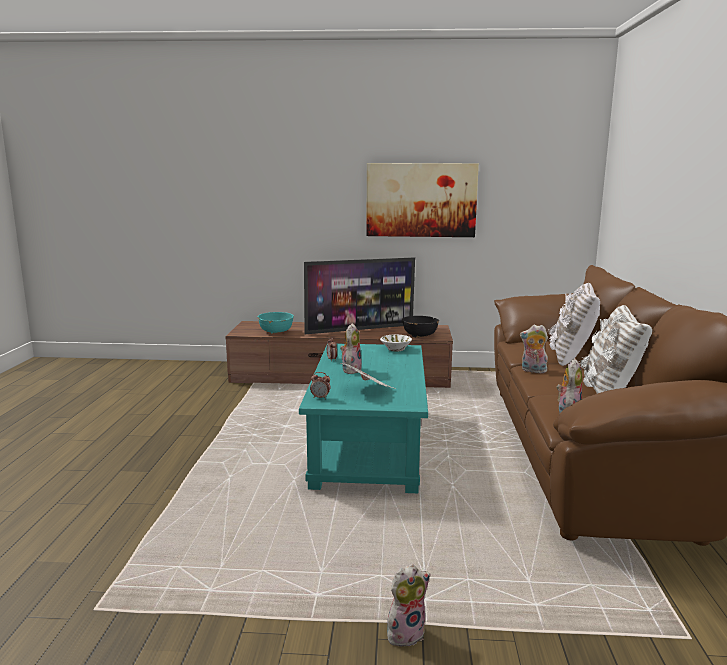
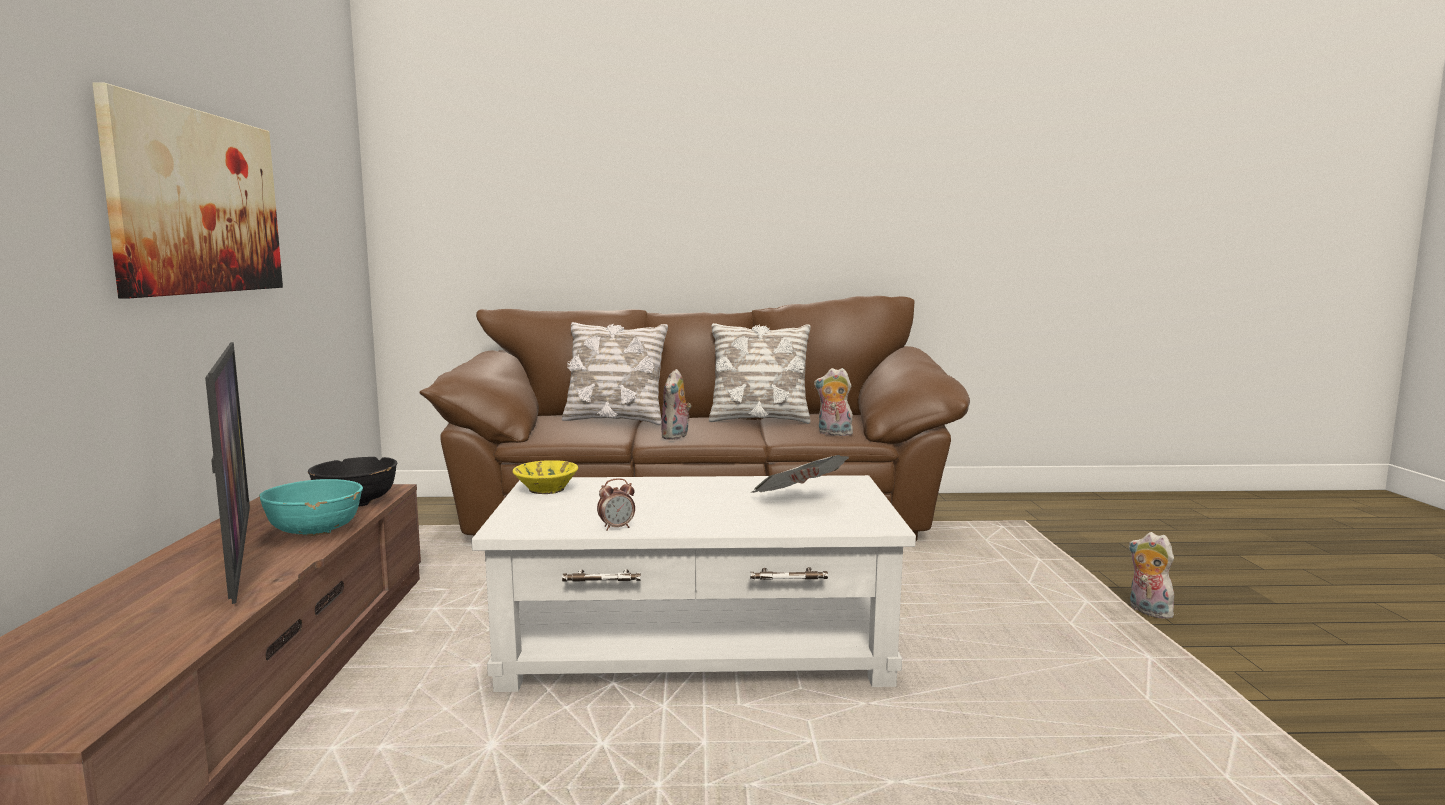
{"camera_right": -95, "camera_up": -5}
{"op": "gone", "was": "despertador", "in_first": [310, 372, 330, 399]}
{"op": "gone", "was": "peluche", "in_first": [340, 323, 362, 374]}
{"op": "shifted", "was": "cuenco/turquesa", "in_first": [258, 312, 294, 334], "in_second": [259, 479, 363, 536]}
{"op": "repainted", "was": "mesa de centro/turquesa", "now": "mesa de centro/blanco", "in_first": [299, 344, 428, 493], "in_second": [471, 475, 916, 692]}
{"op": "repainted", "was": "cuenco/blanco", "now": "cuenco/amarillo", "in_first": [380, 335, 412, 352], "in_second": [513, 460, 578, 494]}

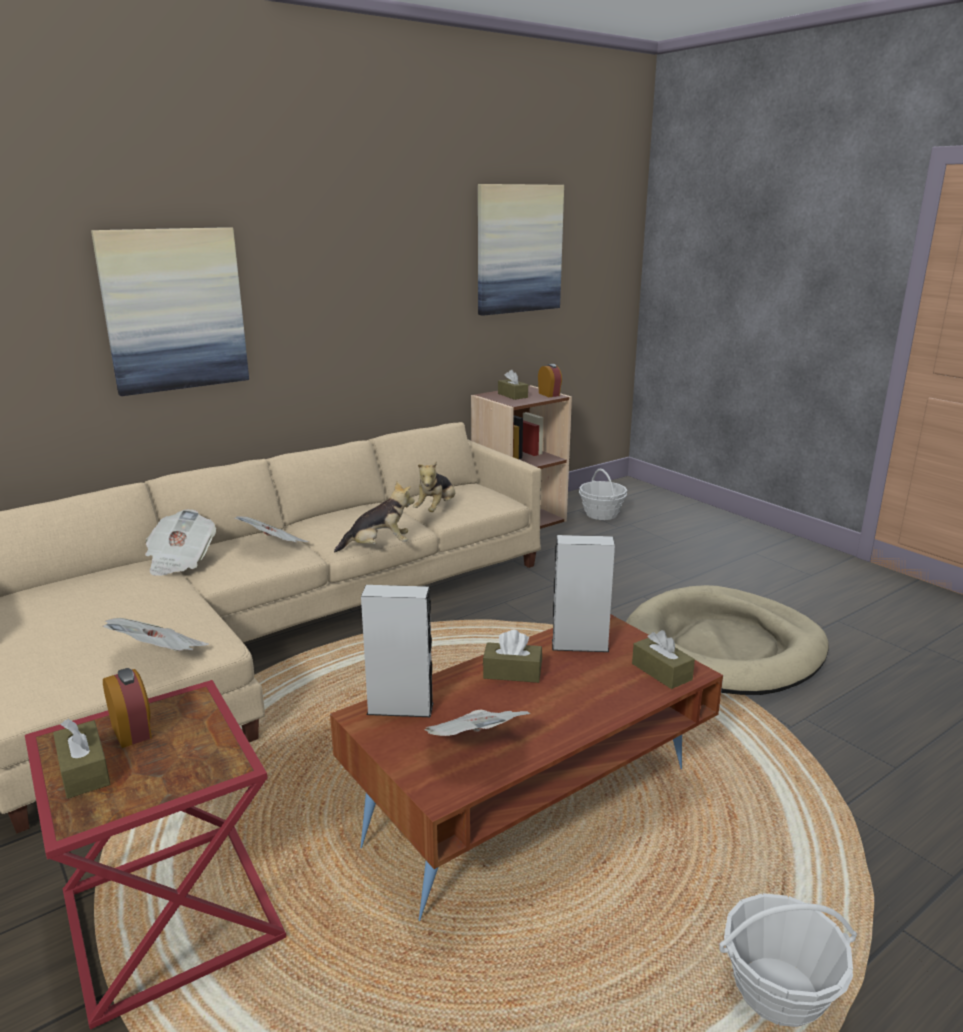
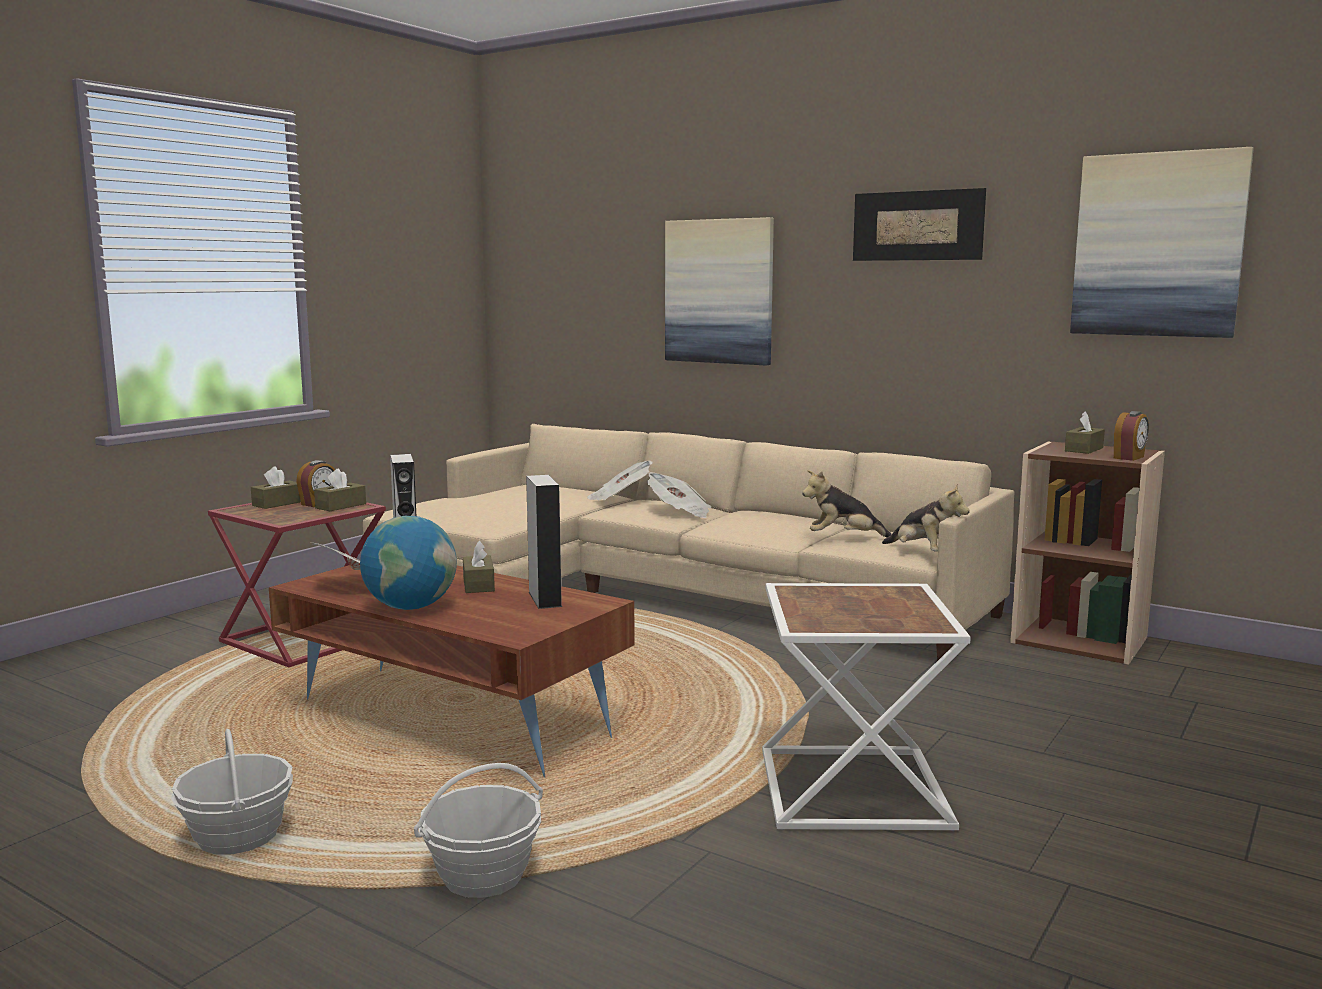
{"camera_right": 70, "camera_up": -10}
{"op": "gone", "was": "periódico", "in_first": [102, 618, 209, 651]}
{"op": "new", "now": "globo terráqueo", "in_second": [360, 516, 457, 610]}
{"op": "new", "now": "cuadro", "in_second": [853, 188, 986, 261]}
{"op": "shifted", "was": "peluche", "in_first": [334, 481, 415, 553], "in_second": [882, 483, 970, 552]}
{"op": "shifted", "was": "cesta", "in_first": [579, 469, 627, 520], "in_second": [414, 763, 543, 898]}
{"op": "shifted", "was": "caja de pañuelos/marrón", "in_first": [632, 630, 695, 689], "in_second": [314, 468, 366, 511]}
{"op": "swapped", "was": "cama para perro/beis", "now": "mesa auxiliar/blanco", "in_first": [626, 585, 829, 695], "in_second": [762, 583, 971, 831]}

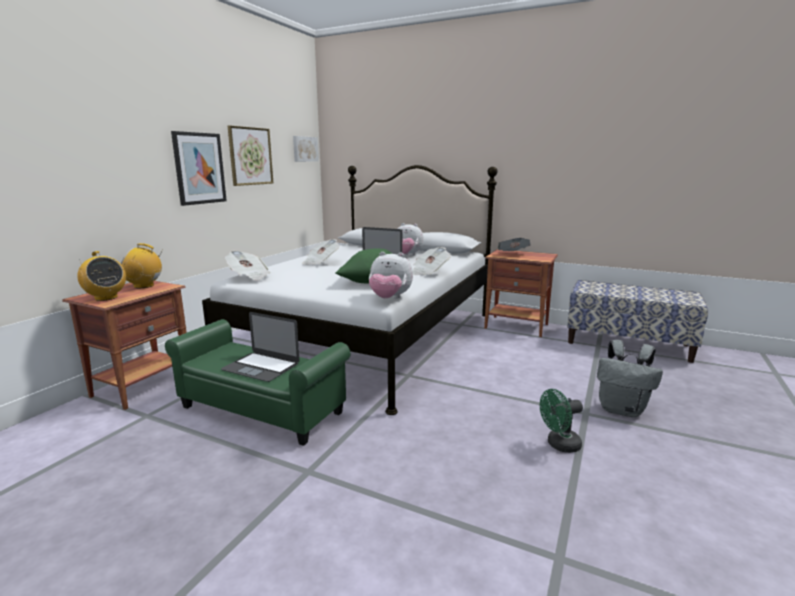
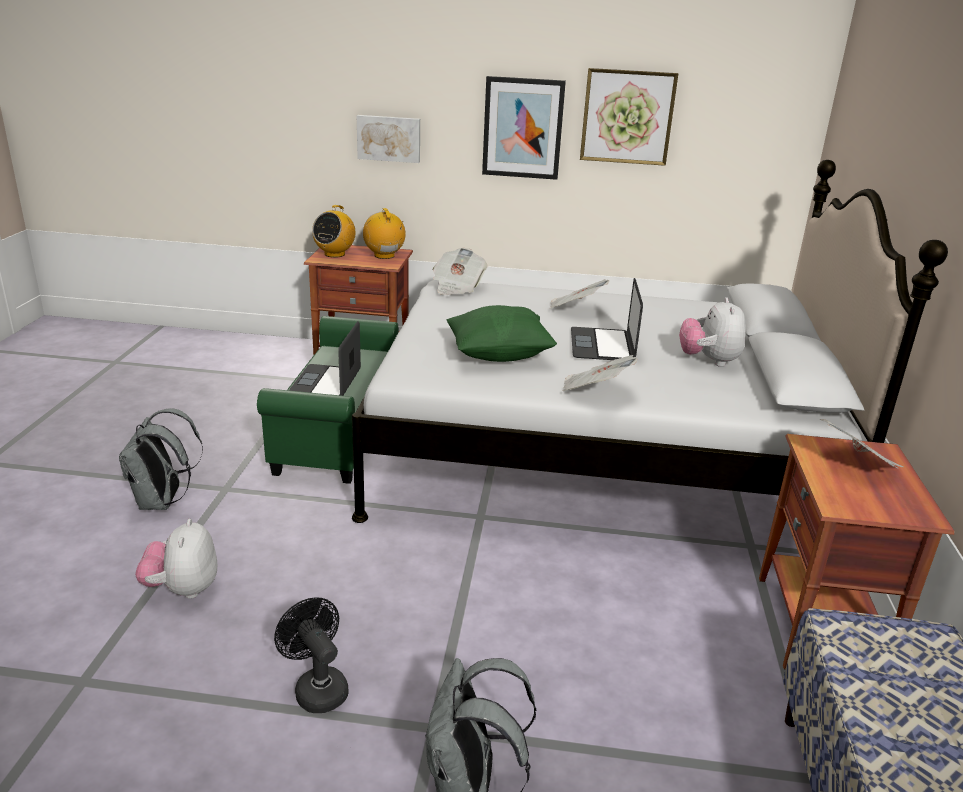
{"camera_right": 70, "camera_up": 10}
{"op": "new", "now": "mochila/gris", "in_second": [119, 408, 203, 510]}
{"op": "shifted", "was": "cuadro", "in_first": [293, 136, 319, 162], "in_second": [357, 115, 420, 163]}
{"op": "shifted", "was": "peluche", "in_first": [369, 252, 413, 298], "in_second": [135, 519, 217, 599]}
{"op": "repainted", "was": "ventilador/verde", "now": "ventilador/negro", "in_first": [540, 389, 583, 453], "in_second": [274, 598, 349, 713]}

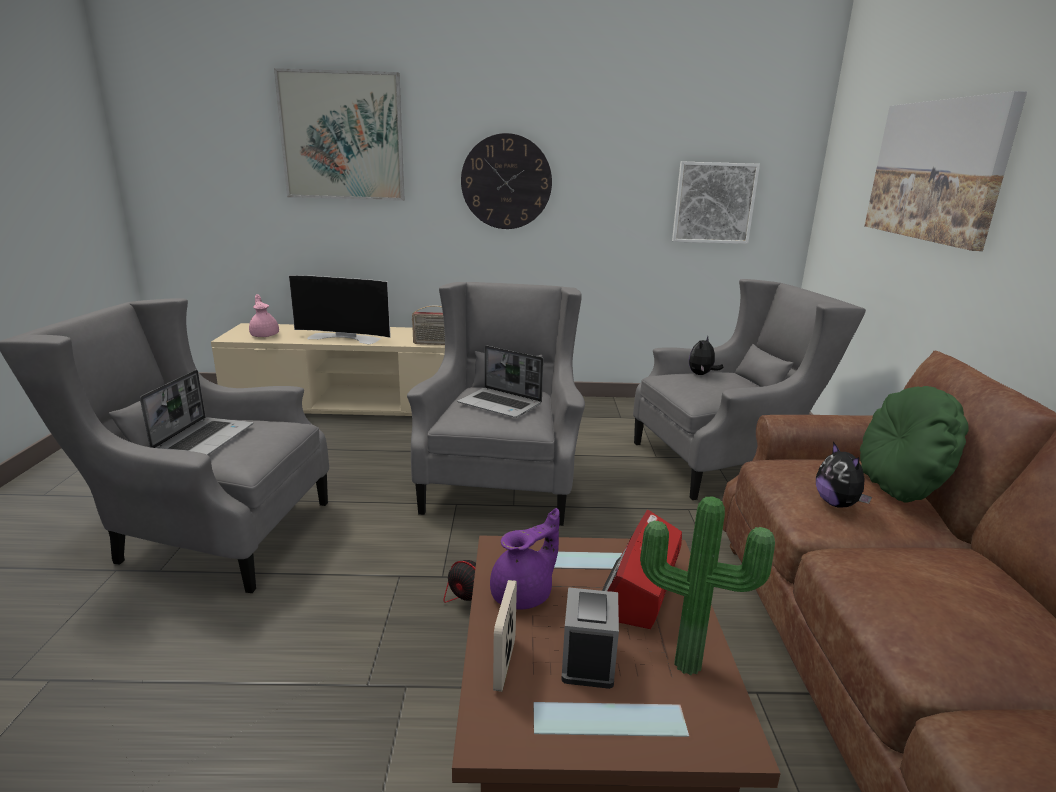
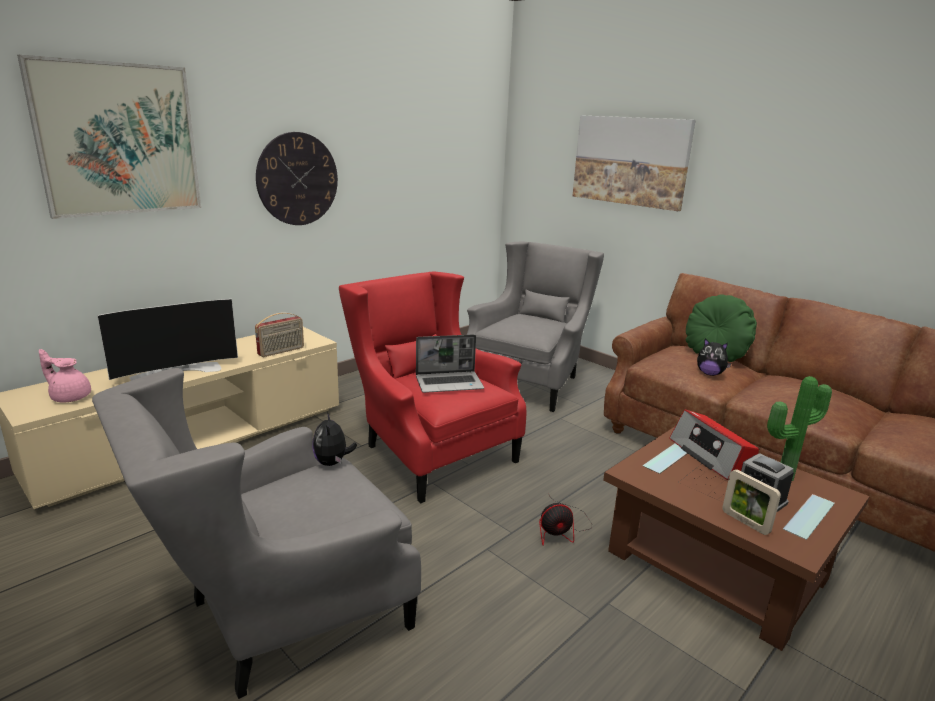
{"camera_right": -45, "camera_up": 0}
{"op": "gone", "was": "portátil", "in_first": [140, 370, 253, 455]}
{"op": "gone", "was": "tetera/morado", "in_first": [490, 508, 559, 610]}
{"op": "gone", "was": "cuadro", "in_first": [672, 161, 760, 244]}
{"op": "shifted", "was": "peluche", "in_first": [689, 336, 724, 375], "in_second": [312, 412, 357, 466]}
{"op": "repainted", "was": "sillón/gris", "now": "sillón/rojo", "in_first": [407, 282, 585, 526], "in_second": [339, 272, 526, 503]}

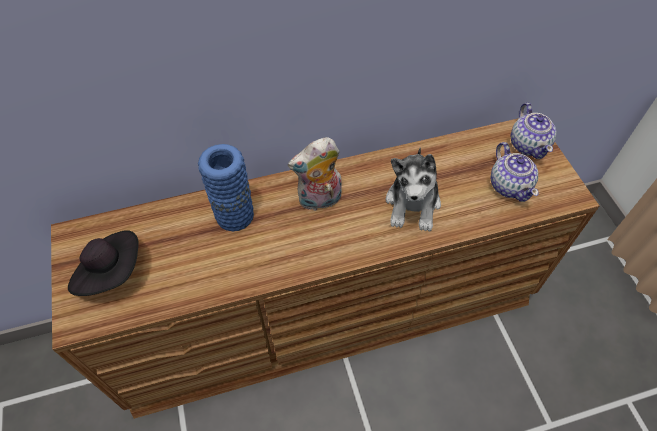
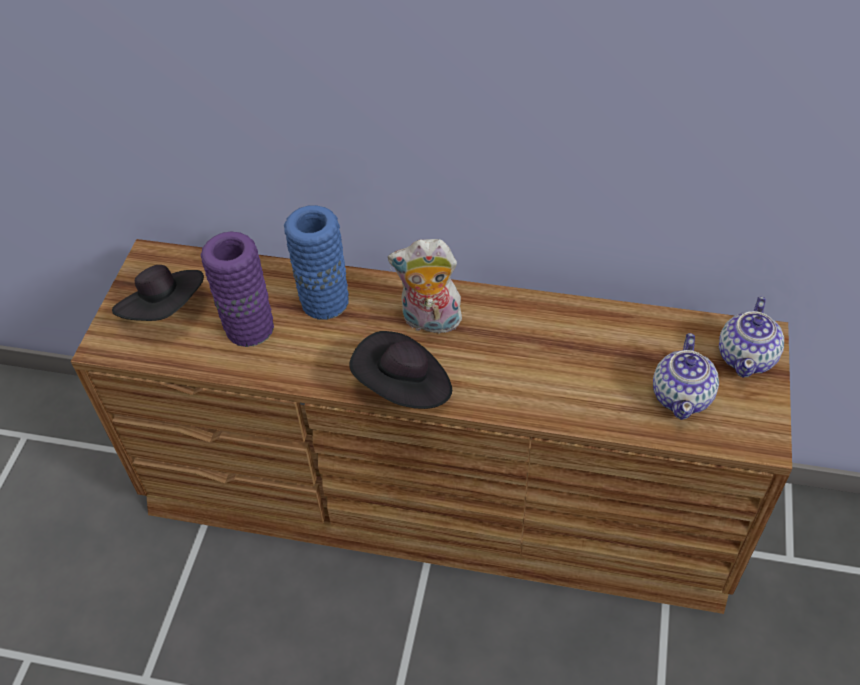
{"camera_right": 30, "camera_up": -5}
{"op": "gone", "was": "peluche", "in_first": [386, 147, 441, 232]}
{"op": "new", "now": "florero/morado", "in_second": [201, 231, 274, 347]}
{"op": "new", "now": "sombrero/negro", "in_second": [349, 331, 452, 409]}

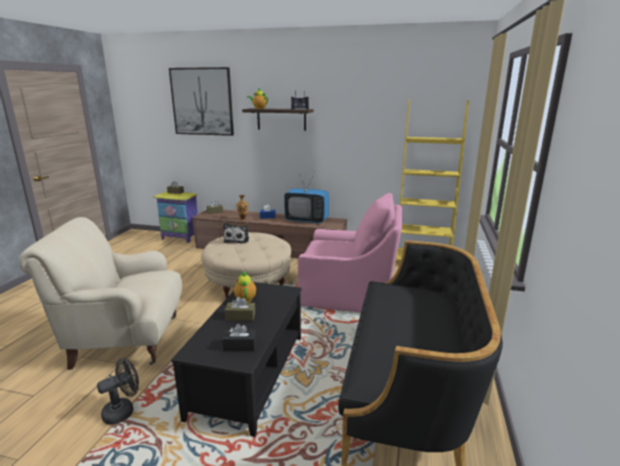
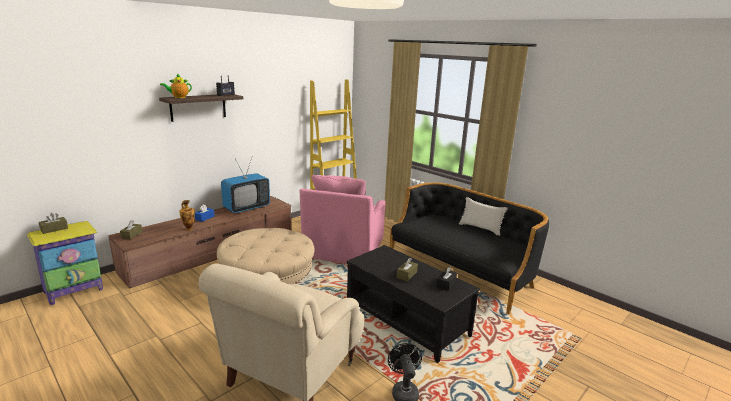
{"camera_right": -60, "camera_up": 0}
{"op": "gone", "was": "cuadro", "in_first": [169, 67, 234, 136]}
{"op": "gone", "was": "peluche", "in_first": [223, 223, 249, 244]}
{"op": "gone", "was": "tetera", "in_first": [234, 271, 256, 303]}
{"op": "new", "now": "cojín/blanco", "in_second": [459, 197, 508, 236]}
{"op": "rotated", "was": "sillón/rosa", "in_first": [298, 193, 402, 313], "in_second": [299, 175, 386, 264], "clockwise": 150}

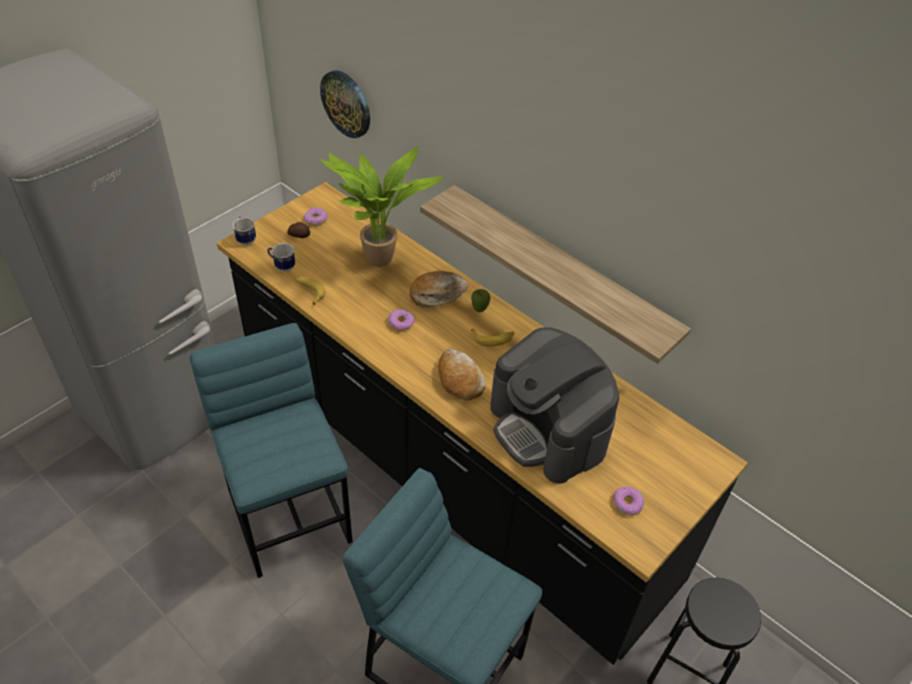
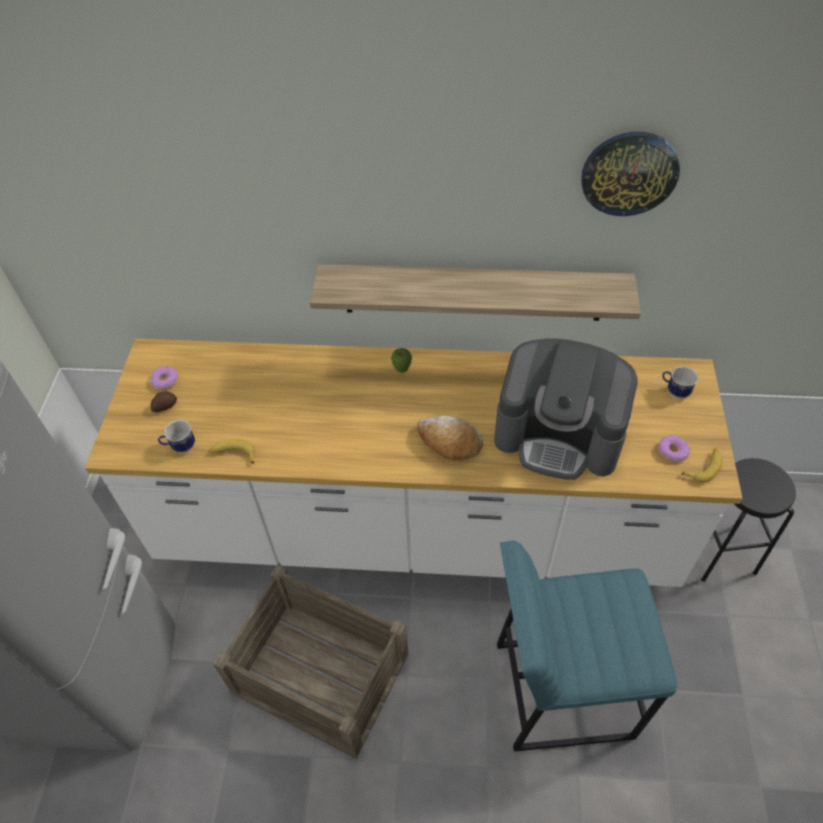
{"camera_right": -35, "camera_up": 5}
{"op": "gone", "was": "planta en maceta", "in_first": [321, 146, 443, 267]}
{"op": "gone", "was": "rosquilla", "in_first": [388, 309, 415, 331]}
{"op": "gone", "was": "pan", "in_first": [409, 271, 469, 307]}
{"op": "shifted", "was": "taza grande", "in_first": [232, 217, 256, 245], "in_second": [662, 366, 698, 399]}
{"op": "shifted", "was": "reloj de pared", "in_first": [320, 70, 370, 138], "in_second": [581, 132, 680, 216]}
{"op": "shifted", "was": "plátano", "in_first": [471, 329, 515, 347], "in_second": [681, 449, 723, 483]}
{"op": "swapped", "was": "taburete/azul", "now": "caja de embalaje", "in_first": [190, 323, 353, 578], "in_second": [213, 565, 408, 759]}
{"op": "repainted", "was": "mueble bajo de cocina/negro", "now": "mueble bajo de cocina/blanco", "in_first": [217, 182, 748, 665], "in_second": [85, 339, 743, 587]}

